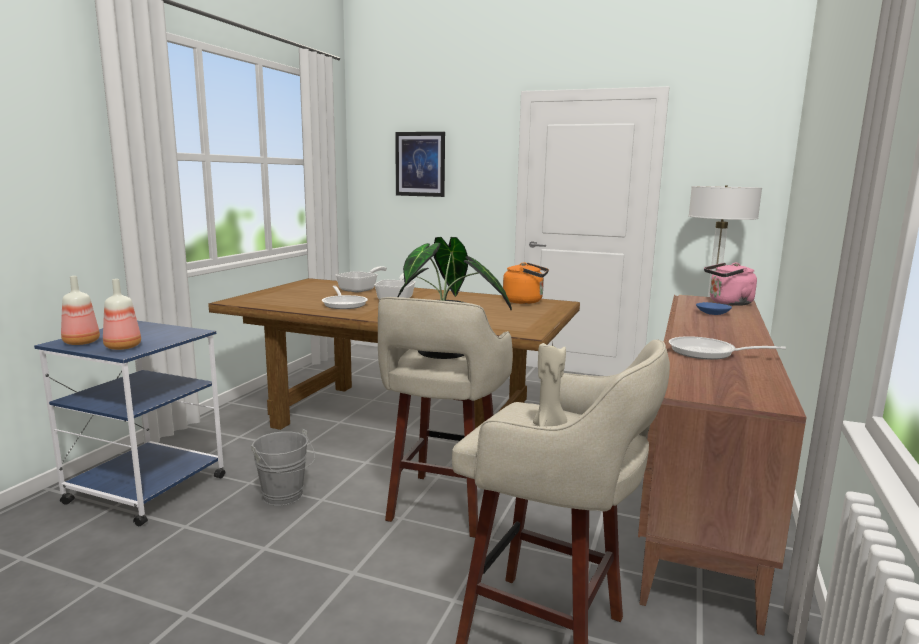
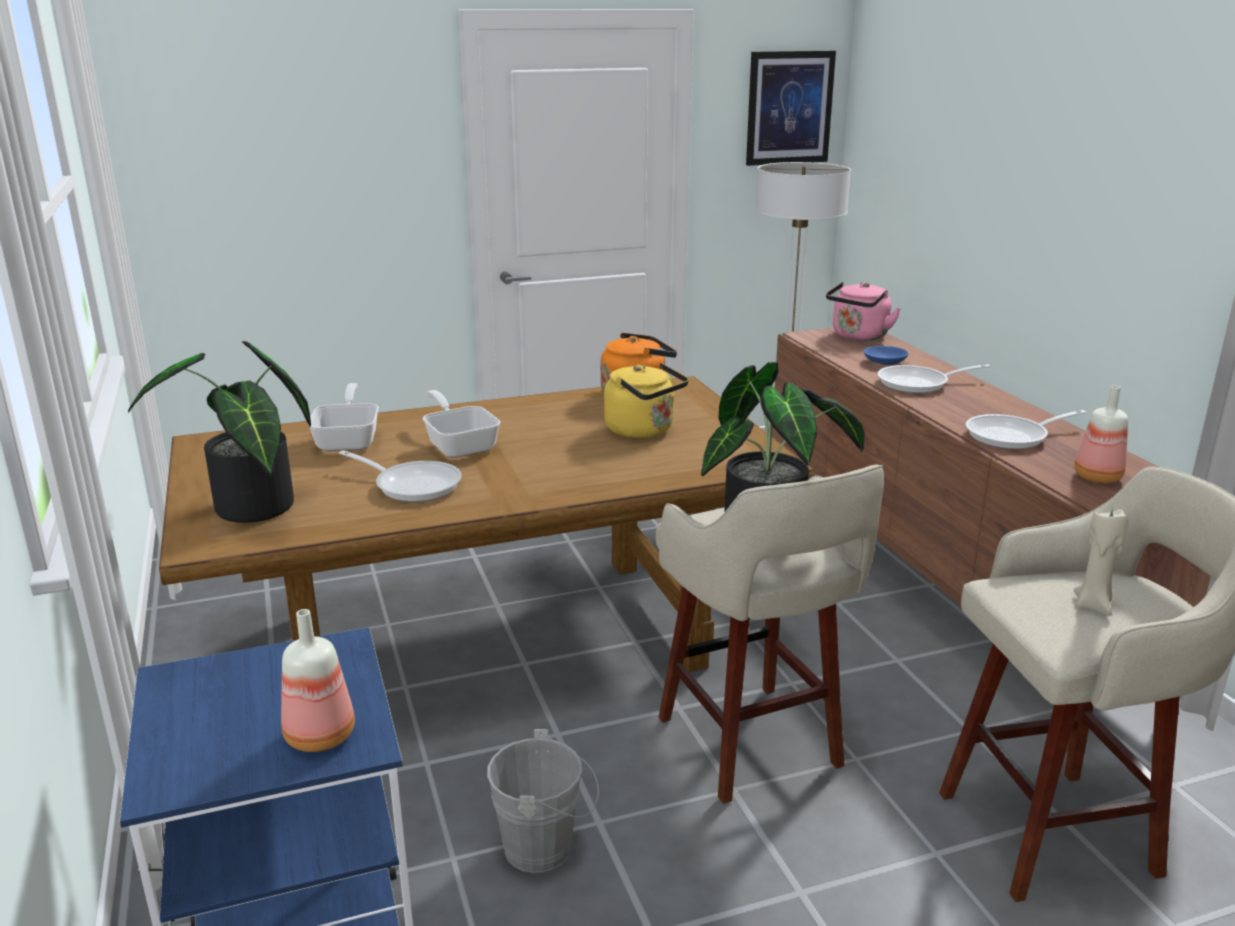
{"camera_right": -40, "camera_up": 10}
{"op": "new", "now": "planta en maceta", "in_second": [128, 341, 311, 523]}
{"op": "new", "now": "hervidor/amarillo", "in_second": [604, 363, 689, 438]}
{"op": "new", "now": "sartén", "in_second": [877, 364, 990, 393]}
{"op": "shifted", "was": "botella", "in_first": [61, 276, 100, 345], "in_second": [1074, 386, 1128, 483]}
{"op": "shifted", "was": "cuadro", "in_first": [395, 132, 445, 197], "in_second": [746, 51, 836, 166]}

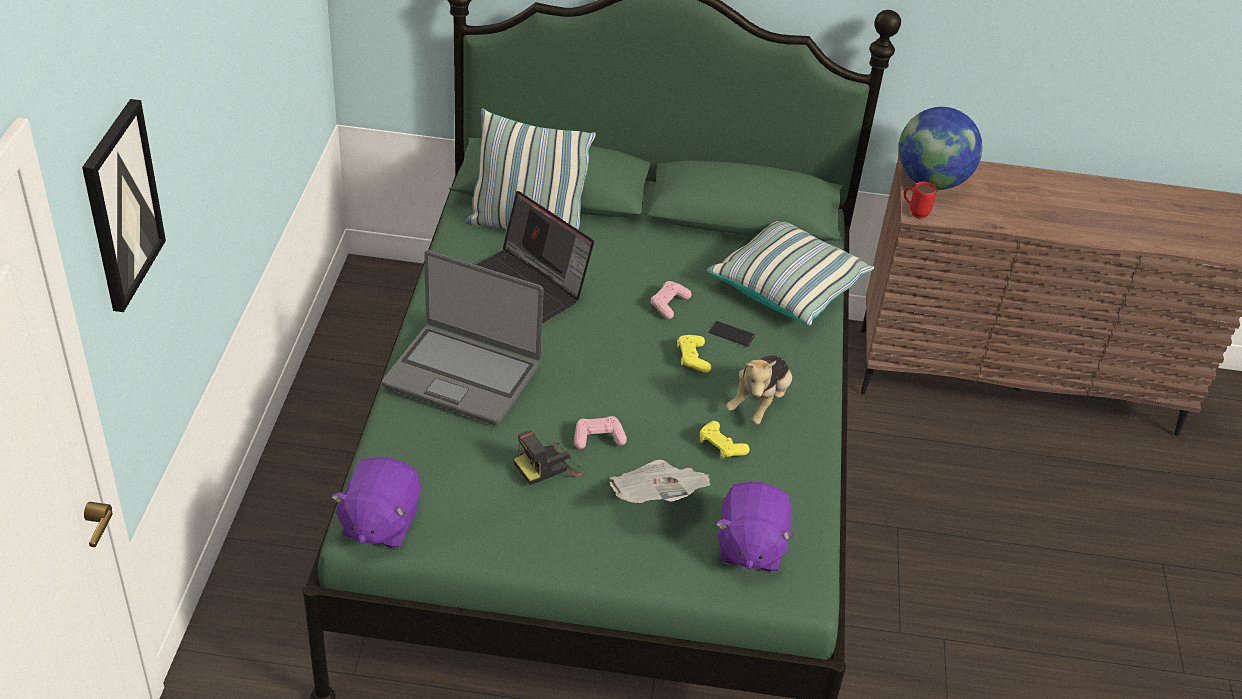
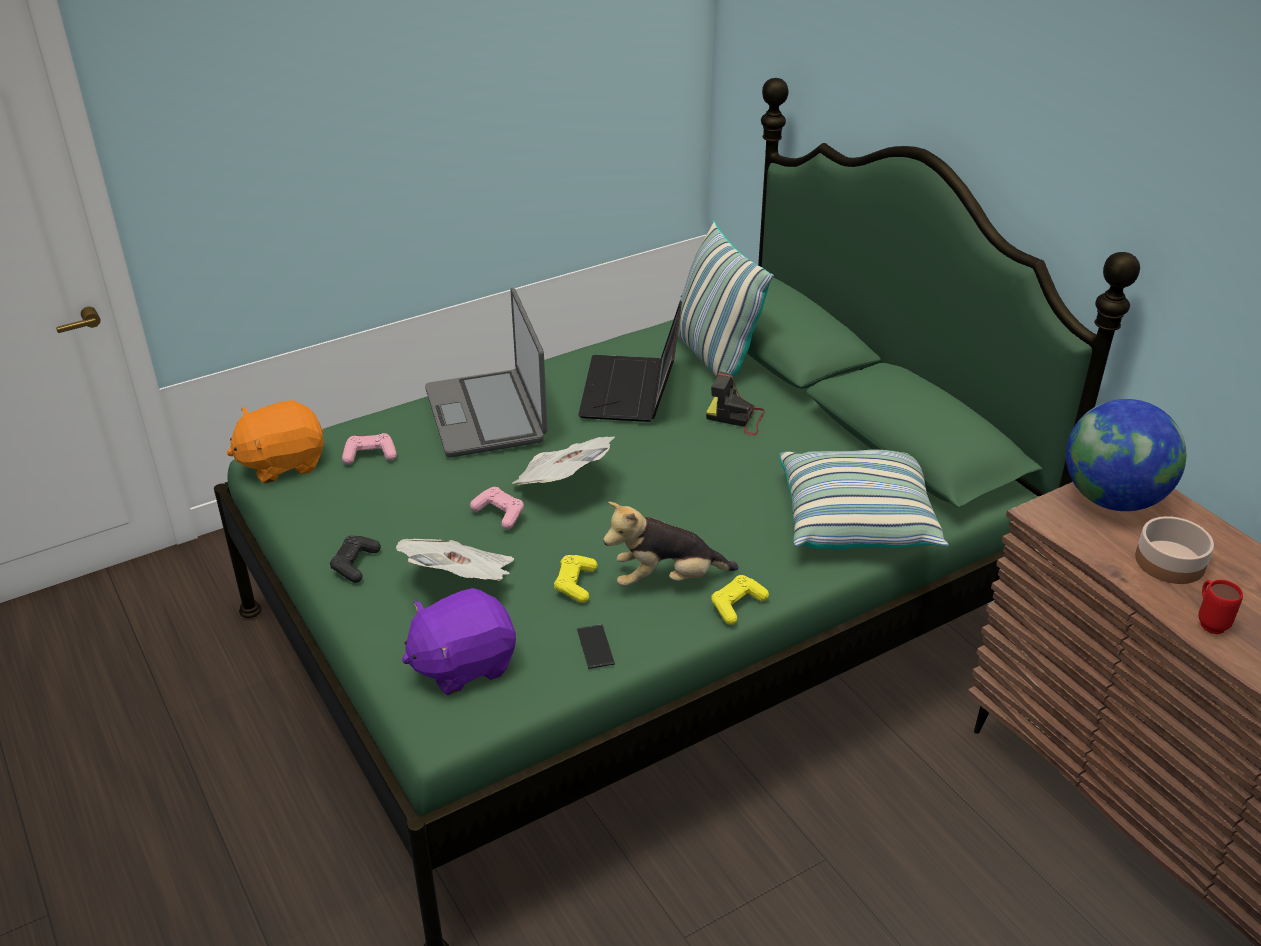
{"camera_right": 55, "camera_up": -5}
{"op": "gone", "was": "cuadro", "in_first": [82, 99, 166, 312]}
{"op": "new", "now": "mando de consola/negro", "in_second": [330, 536, 381, 583]}
{"op": "new", "now": "periódico", "in_second": [512, 437, 615, 485]}
{"op": "new", "now": "cuenco", "in_second": [1135, 516, 1214, 584]}
{"op": "shifted", "was": "cámara", "in_first": [514, 430, 584, 485], "in_second": [706, 371, 765, 435]}
{"op": "shifted", "was": "mando de consola/rosa", "in_first": [651, 281, 692, 319], "in_second": [342, 433, 397, 464]}
{"op": "shifted", "was": "mando de consola/amarillo", "in_first": [677, 335, 711, 373], "in_second": [711, 575, 769, 625]}
{"op": "shifted", "was": "móvil", "in_first": [708, 321, 756, 347], "in_second": [577, 624, 615, 669]}
{"op": "shifted", "was": "taza grande/rojo", "in_first": [904, 181, 936, 219], "in_second": [1198, 580, 1243, 634]}
{"op": "repainted", "was": "peluche/morado", "now": "peluche/naranja", "in_first": [331, 457, 421, 548], "in_second": [227, 400, 324, 484]}

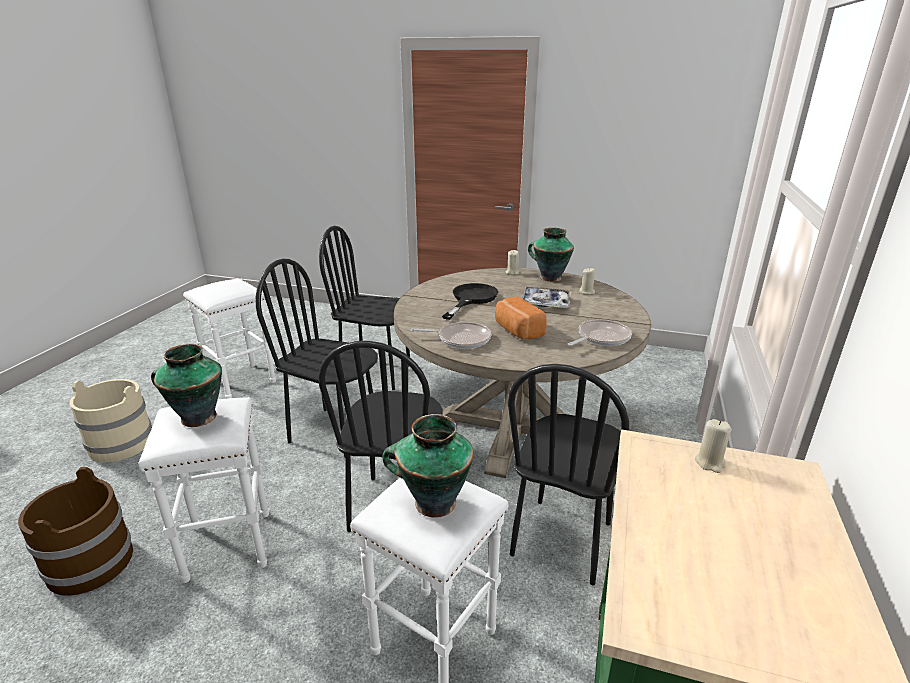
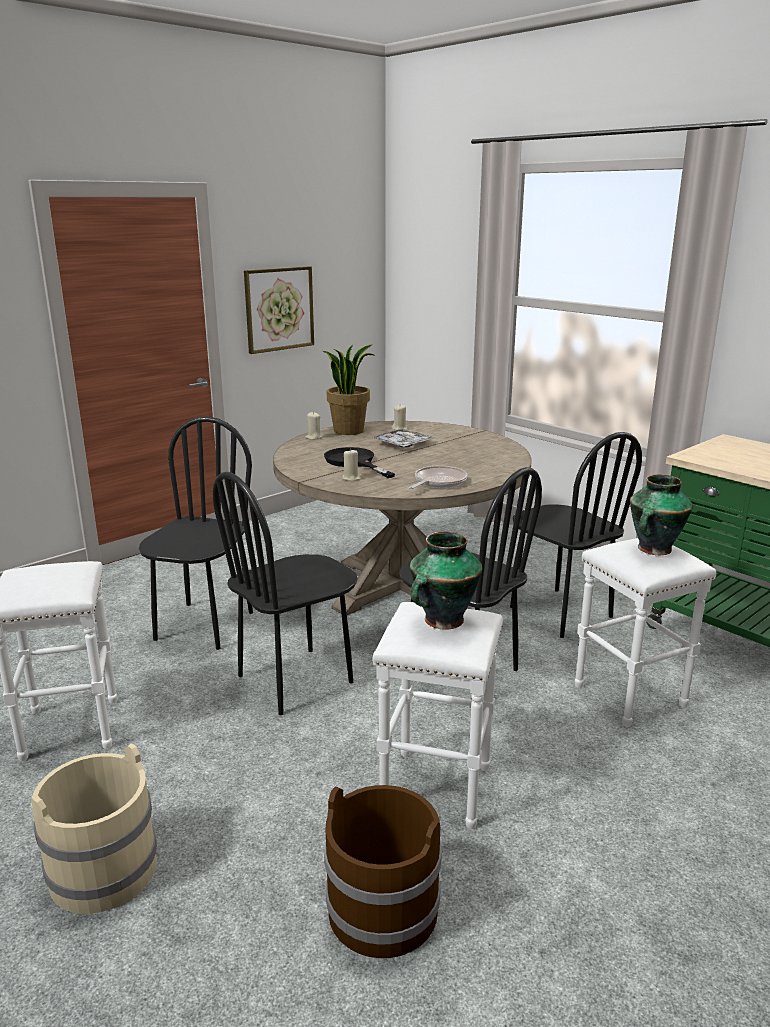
{"camera_right": -60, "camera_up": -5}
{"op": "gone", "was": "pan", "in_first": [495, 296, 547, 339]}
{"op": "gone", "was": "sartén", "in_first": [568, 319, 632, 346]}
{"op": "new", "now": "cuadro", "in_second": [244, 266, 314, 354]}
{"op": "shifted", "was": "vela/beis", "in_first": [695, 419, 731, 473], "in_second": [342, 450, 361, 481]}
{"op": "swapped", "was": "florero", "now": "planta en maceta", "in_first": [528, 228, 574, 282], "in_second": [323, 345, 374, 435]}
{"op": "rotated", "was": "silla/negro", "in_first": [319, 226, 410, 390], "in_second": [139, 417, 253, 650], "clockwise": 150}

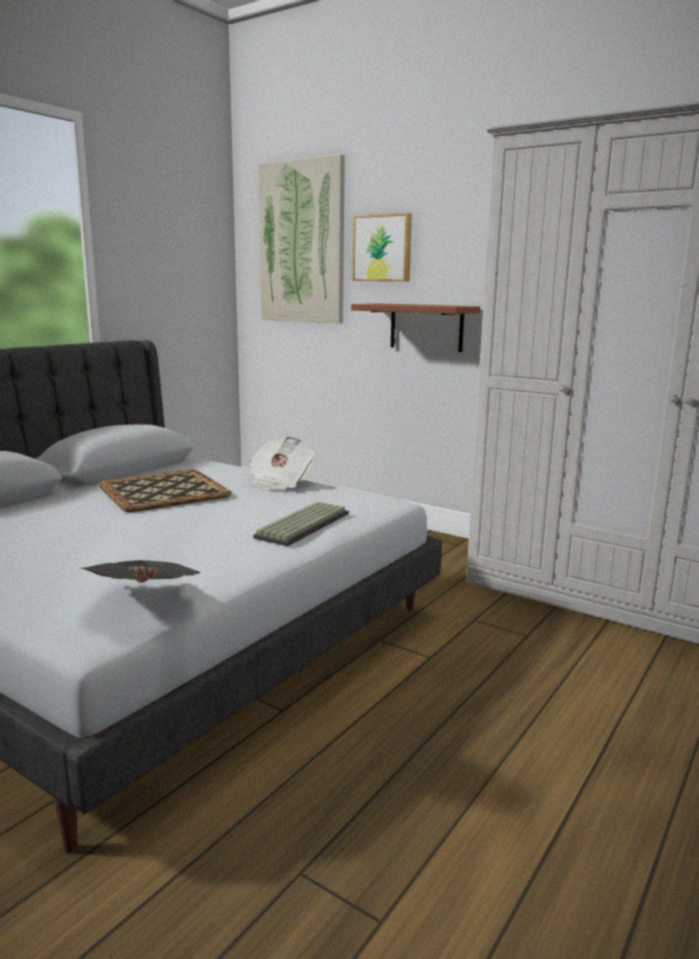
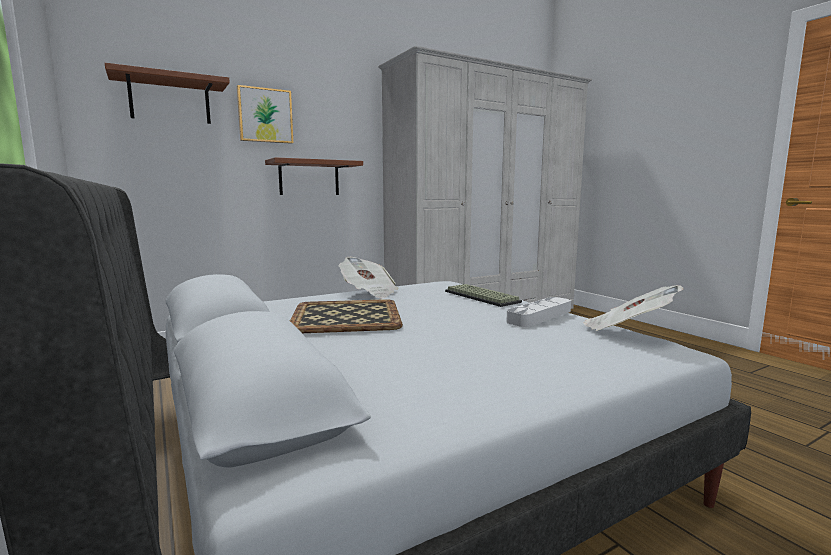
{"camera_right": -65, "camera_up": -5}
{"op": "new", "now": "bandeja/gris", "in_second": [506, 297, 571, 327]}
{"op": "swapped", "was": "cuadro", "now": "estante/marrón", "in_first": [258, 154, 345, 323], "in_second": [105, 63, 230, 124]}

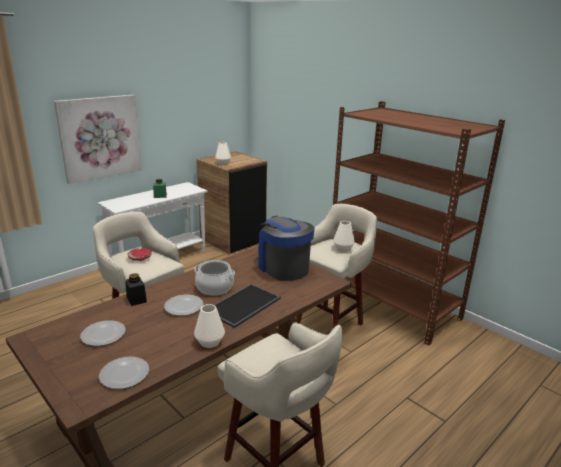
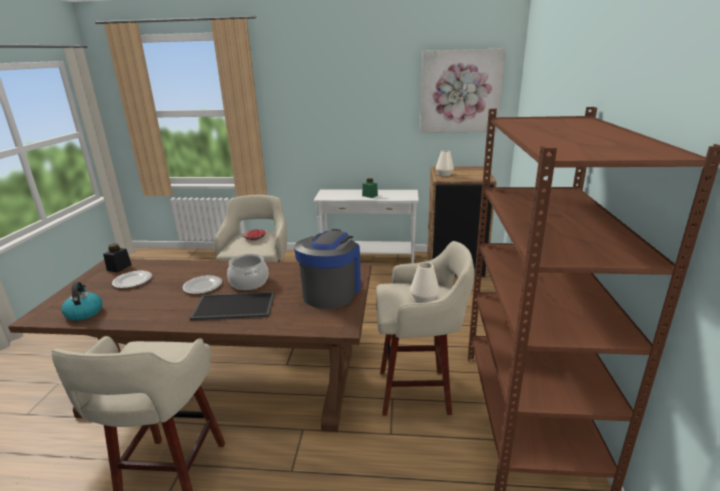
{"camera_right": 50, "camera_up": 0}
{"op": "gone", "was": "florero/blanco", "in_first": [194, 304, 225, 348]}
{"op": "shifted", "was": "cuadro", "in_first": [54, 95, 142, 184], "in_second": [420, 48, 505, 133]}
{"op": "shifted", "was": "tarro/negro", "in_first": [125, 273, 147, 306], "in_second": [103, 243, 132, 273]}
{"op": "swapped", "was": "plato", "now": "hervidor", "in_first": [99, 357, 149, 389], "in_second": [61, 282, 102, 321]}

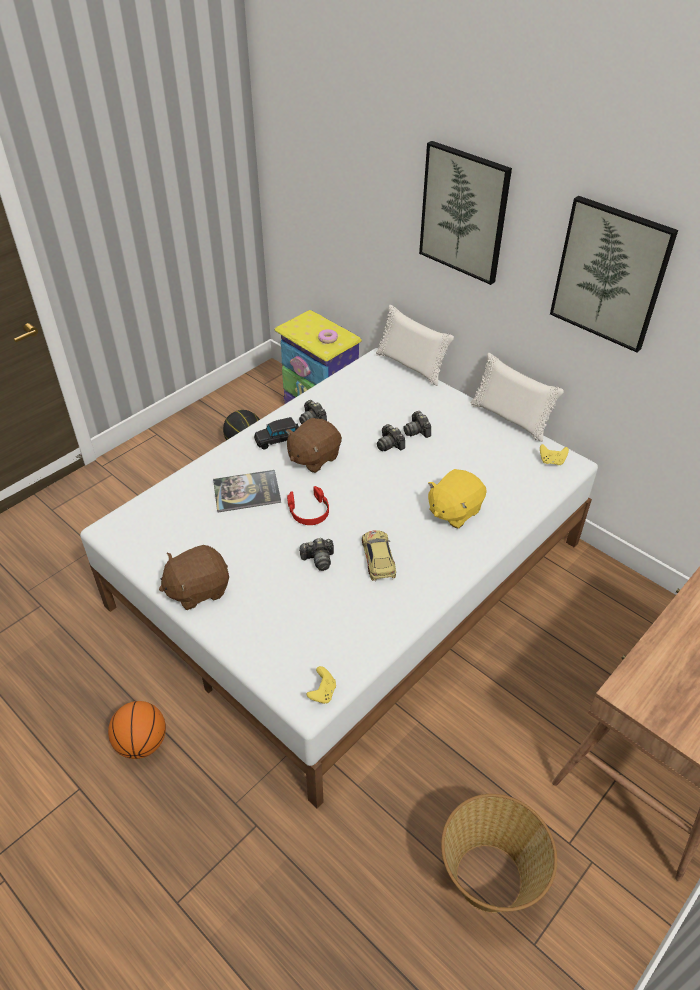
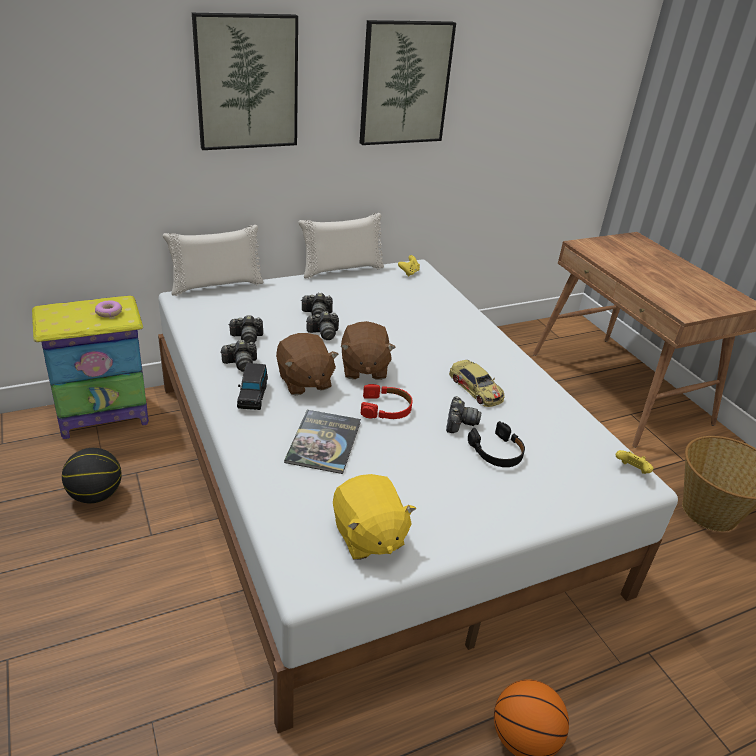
{"camera_right": -70, "camera_up": -10}
{"op": "new", "now": "cámara", "in_second": [228, 315, 263, 343]}
{"op": "new", "now": "auriculares/negro", "in_second": [468, 421, 525, 467]}
{"op": "shifted", "was": "peluche/marrón", "in_first": [159, 545, 229, 610], "in_second": [341, 321, 396, 380]}
{"op": "shifted", "was": "peluche/amarillo", "in_first": [428, 469, 487, 529], "in_second": [333, 474, 416, 560]}
{"op": "rotated", "was": "coche de juguete", "in_first": [362, 530, 396, 581], "in_second": [449, 360, 505, 407], "clockwise": -135}

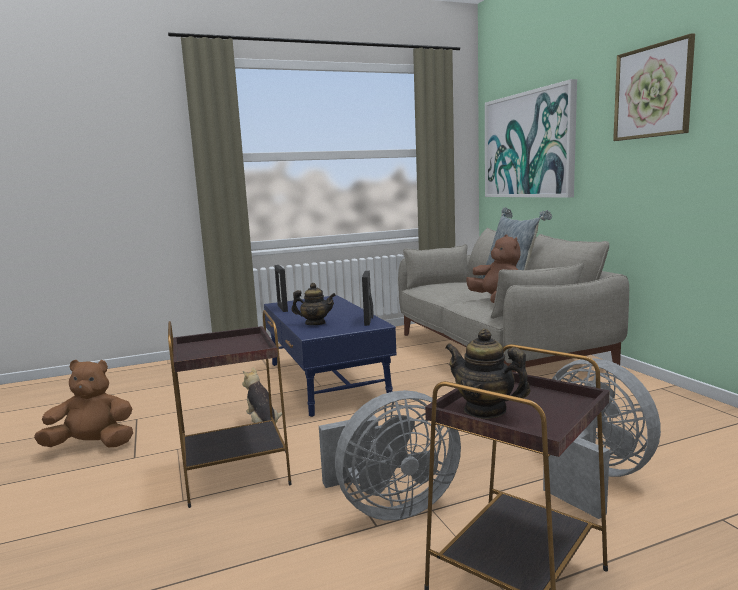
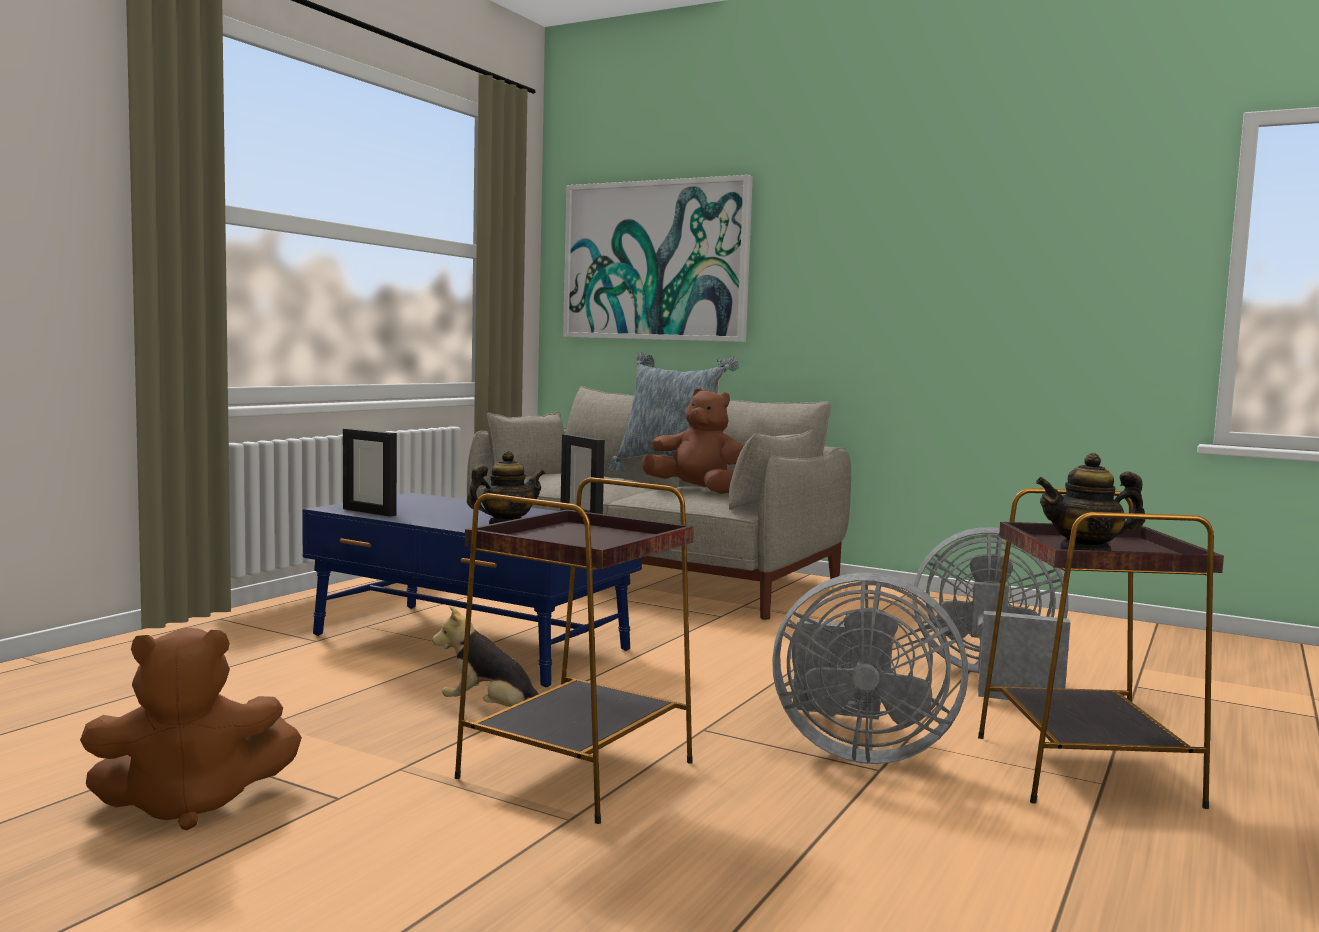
{"camera_right": -40, "camera_up": -5}
{"op": "gone", "was": "cuadro", "in_first": [613, 33, 695, 141]}
{"op": "rotated", "was": "peluche/marrón", "in_first": [34, 360, 133, 447], "in_second": [80, 628, 302, 830], "clockwise": -150}
{"op": "rotated", "was": "ventilador/gris", "in_first": [319, 390, 461, 521], "in_second": [772, 573, 968, 764], "clockwise": 75}

